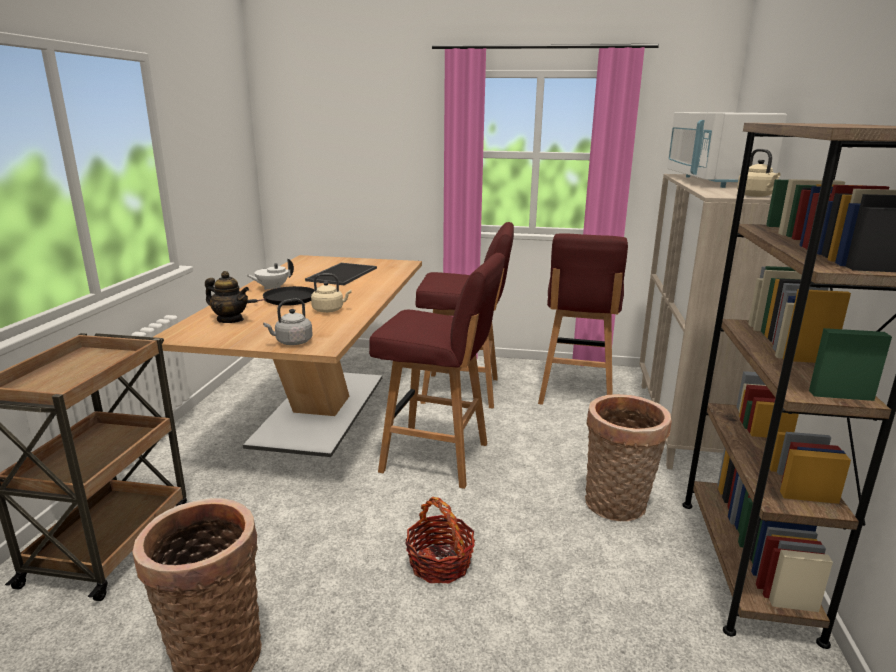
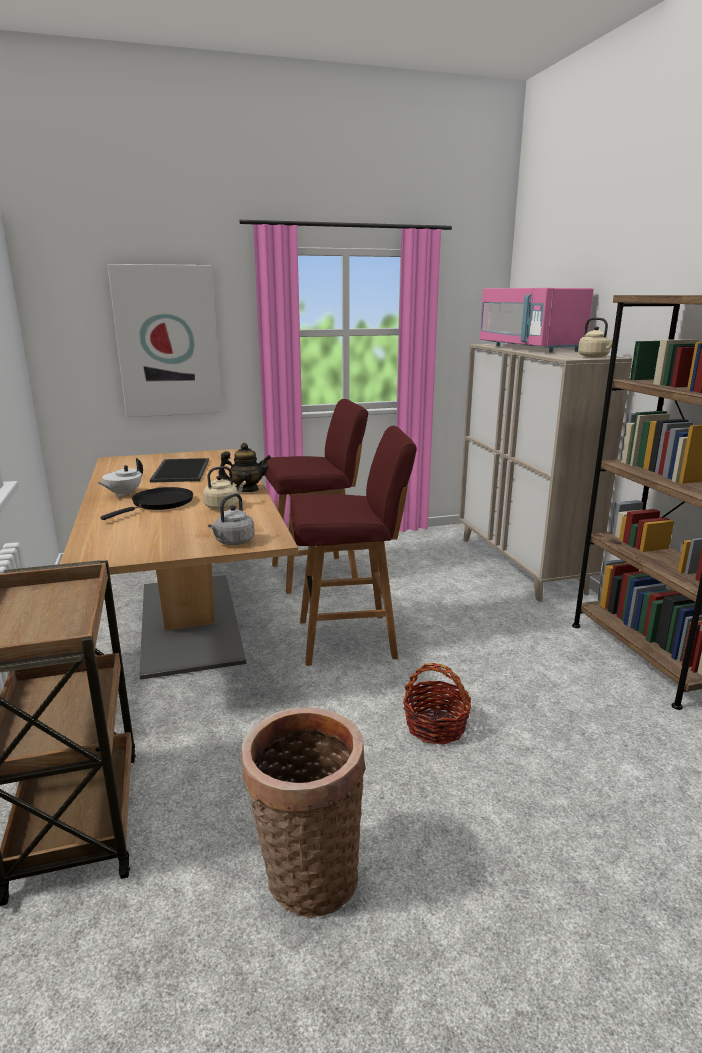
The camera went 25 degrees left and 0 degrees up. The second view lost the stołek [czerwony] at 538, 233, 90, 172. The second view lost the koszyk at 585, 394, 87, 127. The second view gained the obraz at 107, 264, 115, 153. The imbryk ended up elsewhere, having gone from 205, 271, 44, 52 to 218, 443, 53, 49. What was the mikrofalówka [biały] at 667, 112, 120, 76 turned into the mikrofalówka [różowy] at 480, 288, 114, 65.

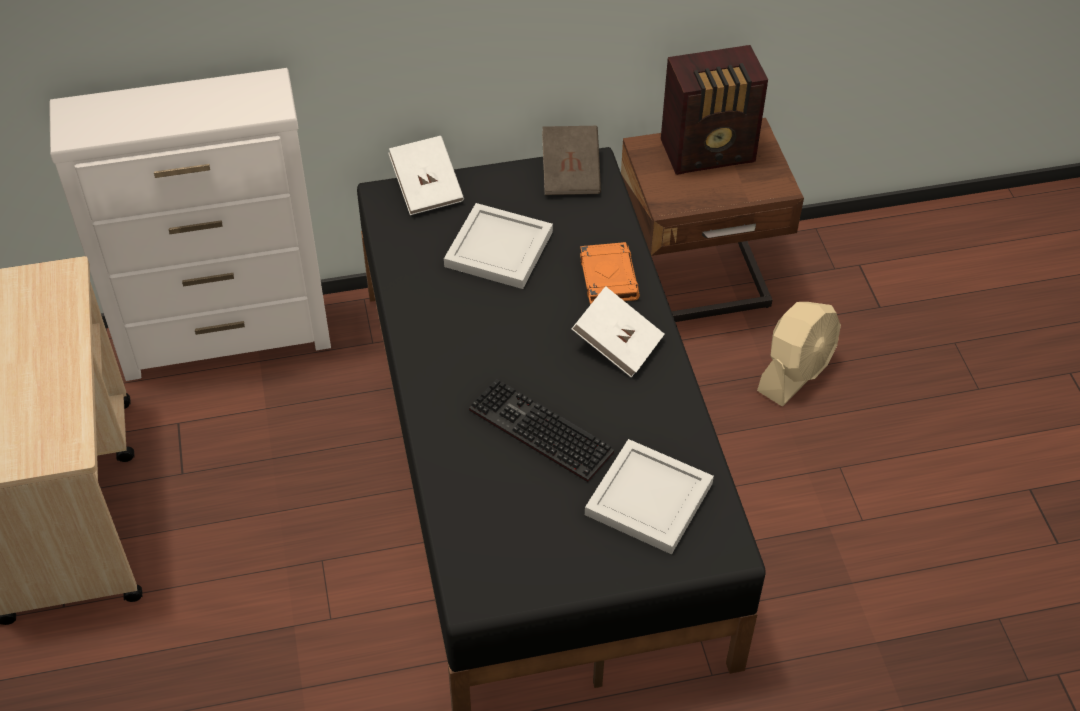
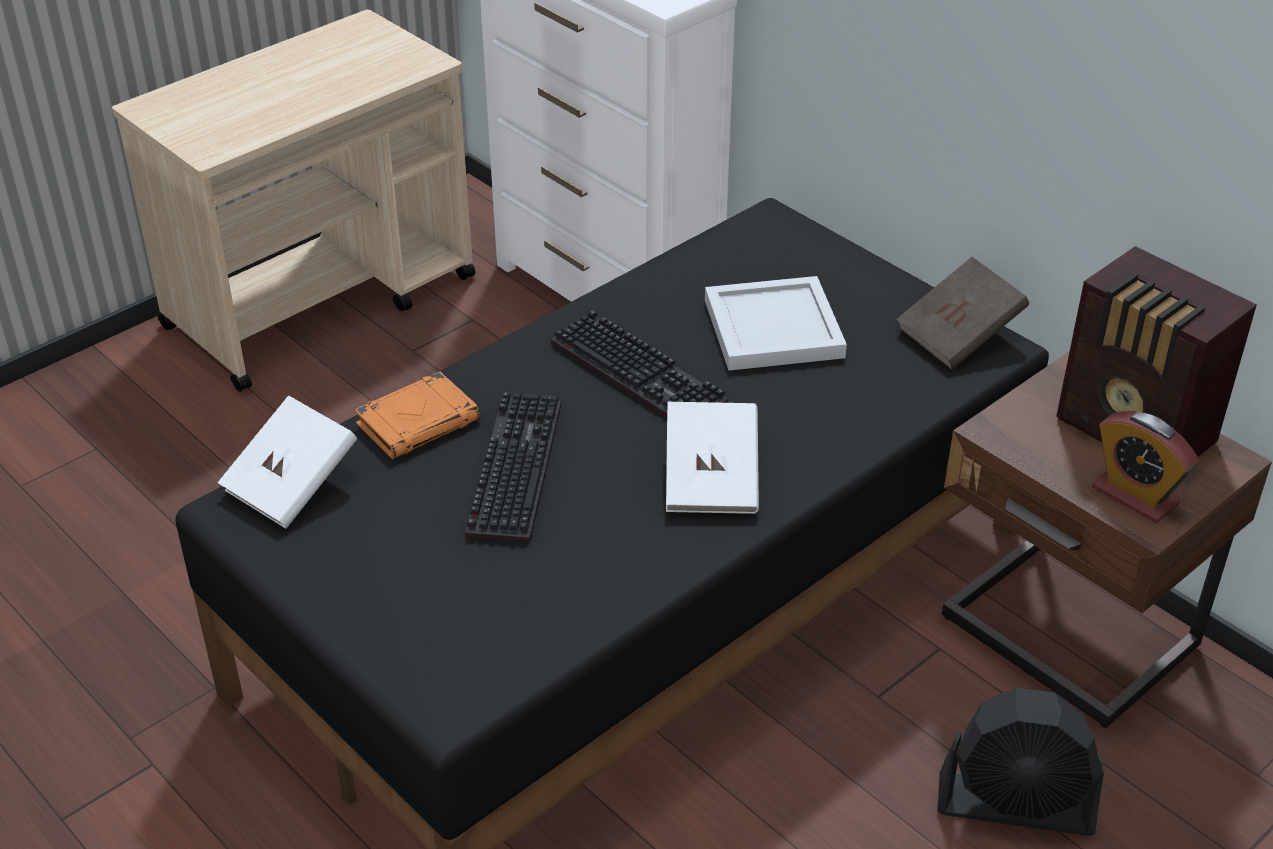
The camera went 60 degrees right and 10 degrees down. The second view lost the taca [biały] at 585, 439, 129, 115. The second view gained the klawiatura at 551, 310, 177, 108. The second view gained the budzik at 1092, 411, 107, 112. The książka [biały] ended up elsewhere, having gone from 388, 136, 76, 79 to 218, 395, 139, 134. The książka [pomarańczowy] ended up elsewhere, having gone from 580, 242, 60, 62 to 354, 372, 126, 87. What was the wentylator [beżowy] at 757, 302, 84, 104 turned into the wentylator [czarny] at 937, 687, 167, 149.

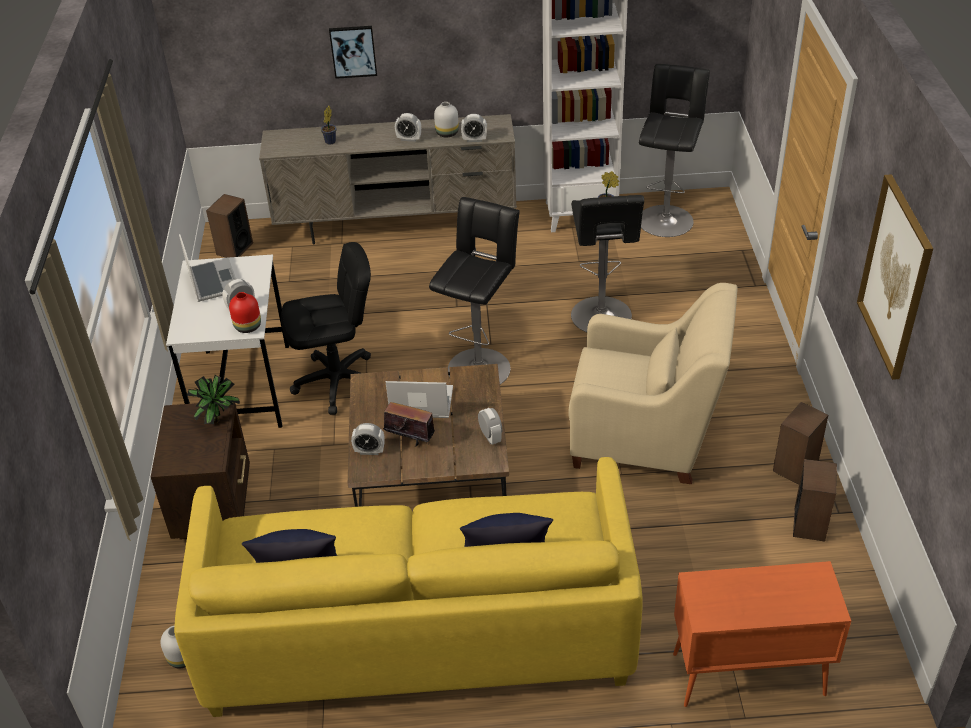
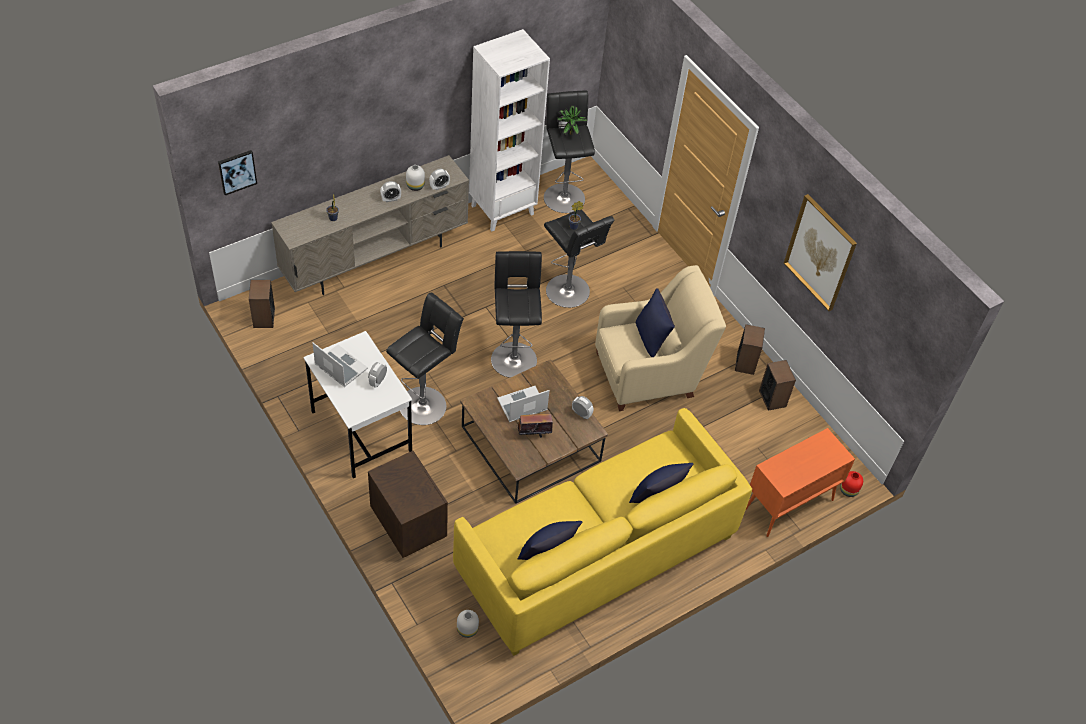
The camera went 35 degrees left and 10 degrees up. The second view lost the budzik at 351, 423, 34, 32. The second view gained the poduszka [niebieski] at 636, 288, 39, 69. The roślina doniczkowa ended up elsewhere, having gone from 187, 375, 53, 49 to 557, 105, 30, 30. The wazon [czerwony] ended up elsewhere, having gone from 229, 292, 32, 41 to 840, 471, 23, 26. The obraz ended up elsewhere, having gone from 329, 26, 48, 53 to 218, 150, 39, 45. Where the krzesło biurowe [czarny] stood at 281, 242, 90, 173, the stołek [czarny] came to stand at 386, 292, 78, 133.

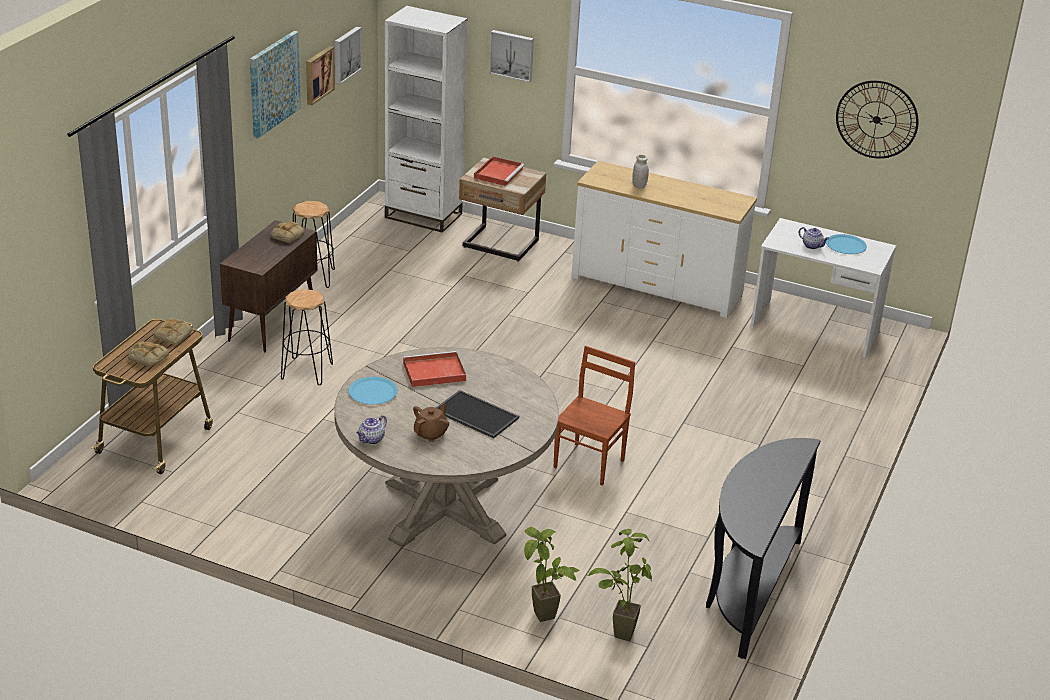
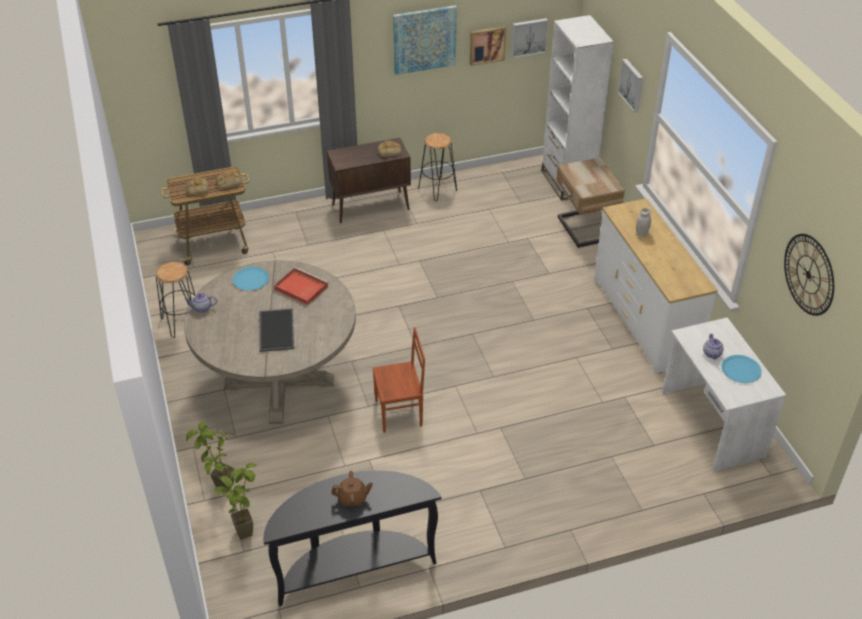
The camera went 50 degrees right and 10 degrees up. The second view lost the taca [czerwony] at 474, 156, 50, 30. The stołek [czarny] ended up elsewhere, having gone from 281, 289, 52, 96 to 156, 262, 39, 76. The imbryk [brązowy] ended up elsewhere, having gone from 413, 403, 36, 39 to 331, 471, 42, 36.

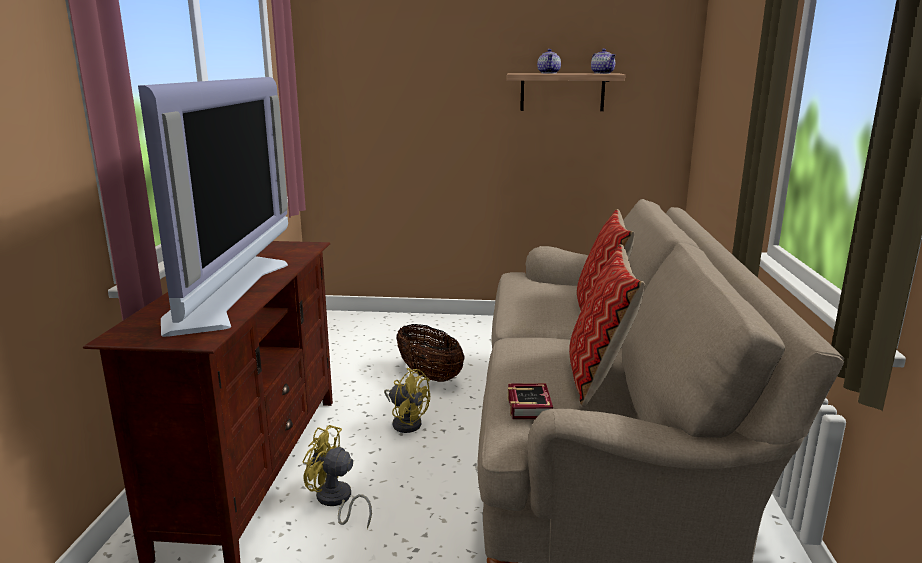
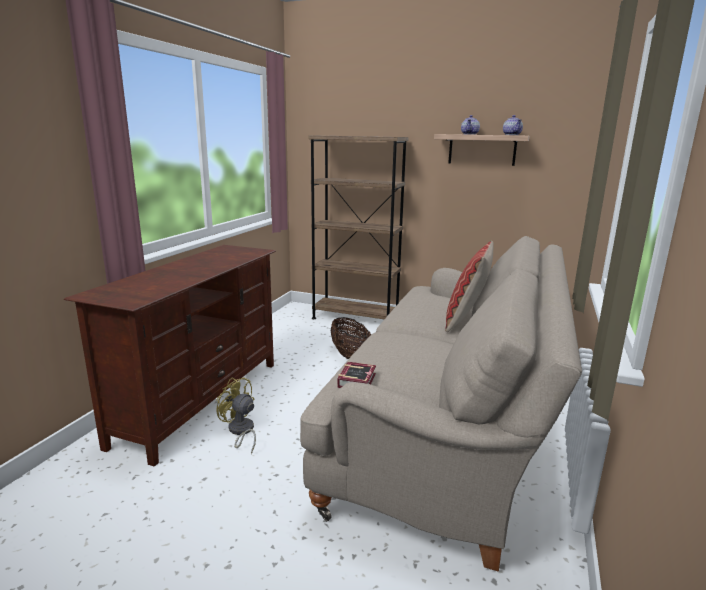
The camera went 15 degrees right and 0 degrees up. The second view lost the telewizor at 138, 77, 150, 260. The second view lost the wentylator [żółty] at 384, 368, 46, 65. The second view lost the poduszka at 569, 244, 76, 163. The second view gained the regał [brązowy] at 308, 136, 101, 183.

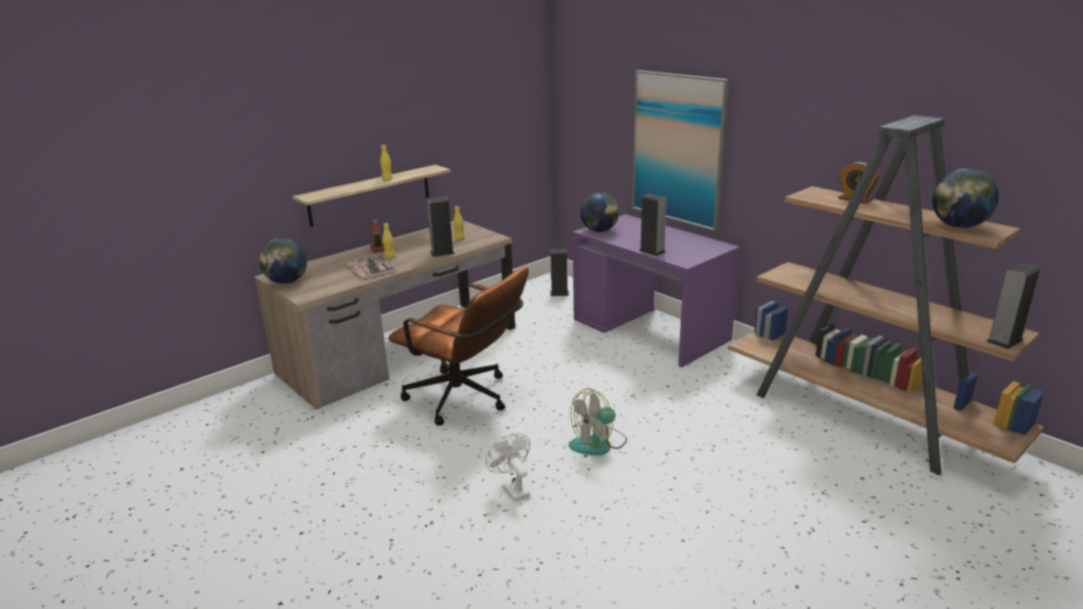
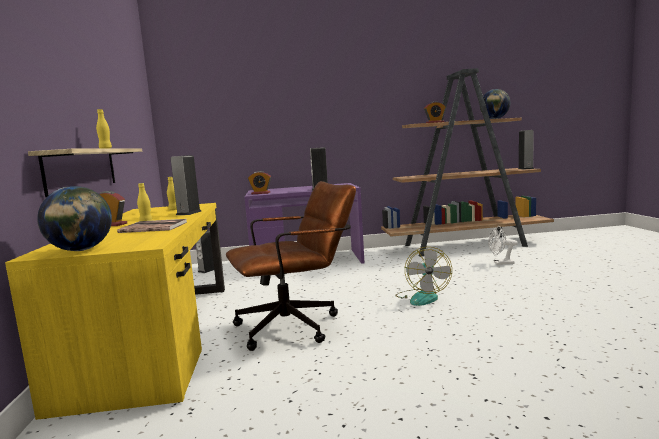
The camera went 55 degrees left and 15 degrees down. The second view lost the obraz at 632, 70, 97, 161. The wentylator [biały] ended up elsewhere, having gone from 486, 433, 44, 69 to 488, 226, 29, 39. Where the globus stood at 580, 192, 39, 40, the budzik came to stand at 248, 171, 23, 23. What was the biurko [brązowy] at 254, 221, 261, 189 turned into the biurko [żółty] at 5, 203, 220, 217.

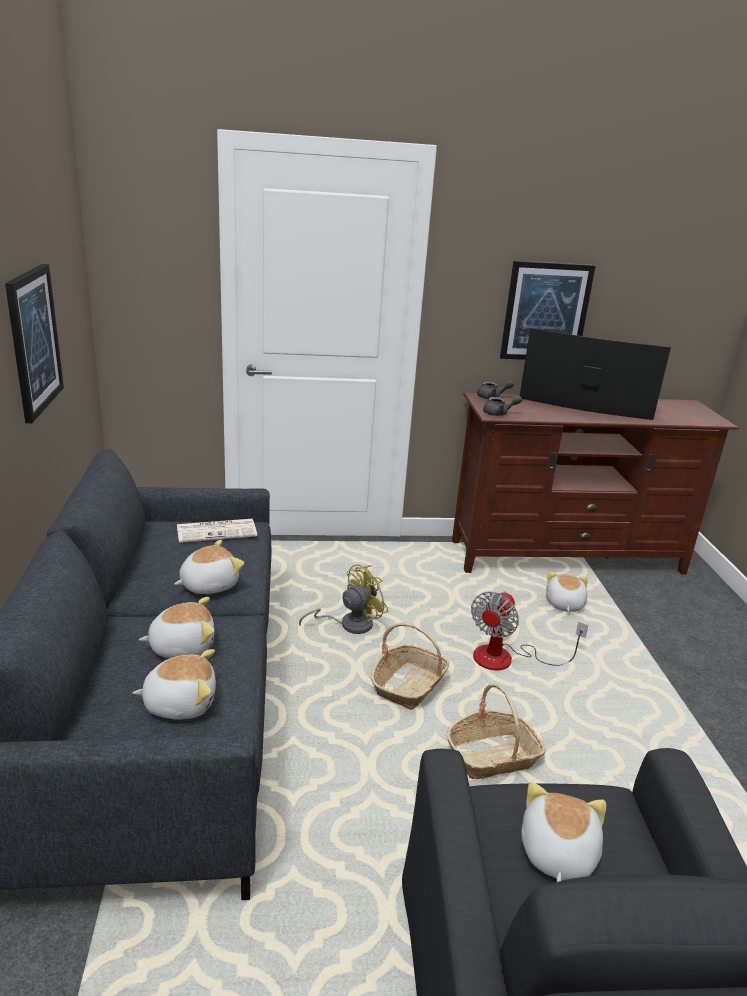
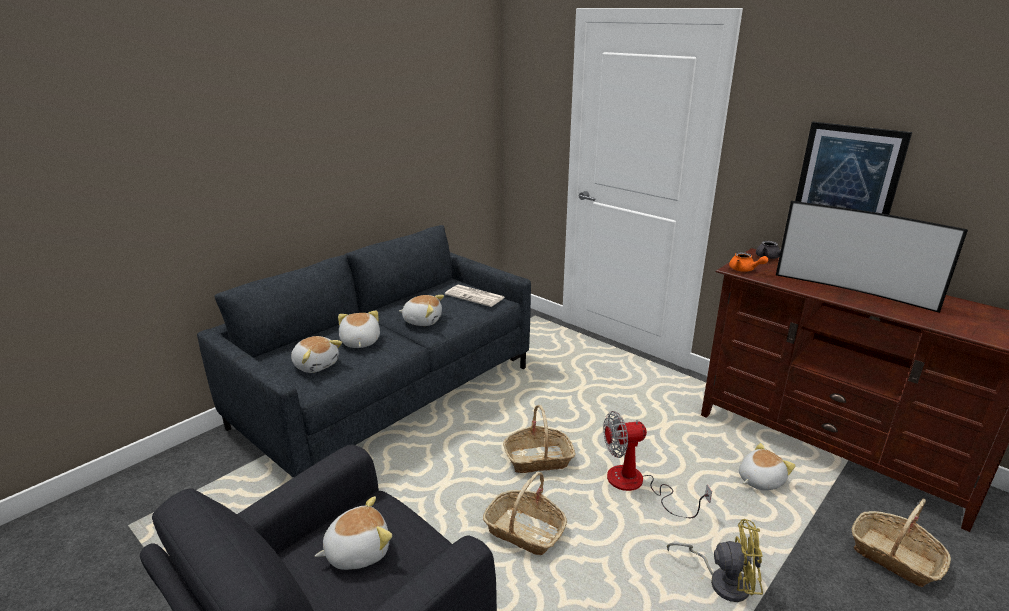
The camera went 50 degrees right and 0 degrees up. The second view lost the obraz at 5, 264, 59, 159. The second view gained the koszyk at 852, 498, 99, 89. The wentylator [żółty] ended up elsewhere, having gone from 299, 564, 89, 70 to 667, 519, 96, 83. What was the imbryk [szary] at 483, 396, 39, 20 turned into the imbryk [pomarańczowy] at 729, 252, 39, 20. The pluszak at 139, 597, 76, 61 ended up facing another way, 135 degrees counterclockwise from before. The telewizor at 520, 328, 151, 92 ended up facing another way, 150 degrees clockwise from before.

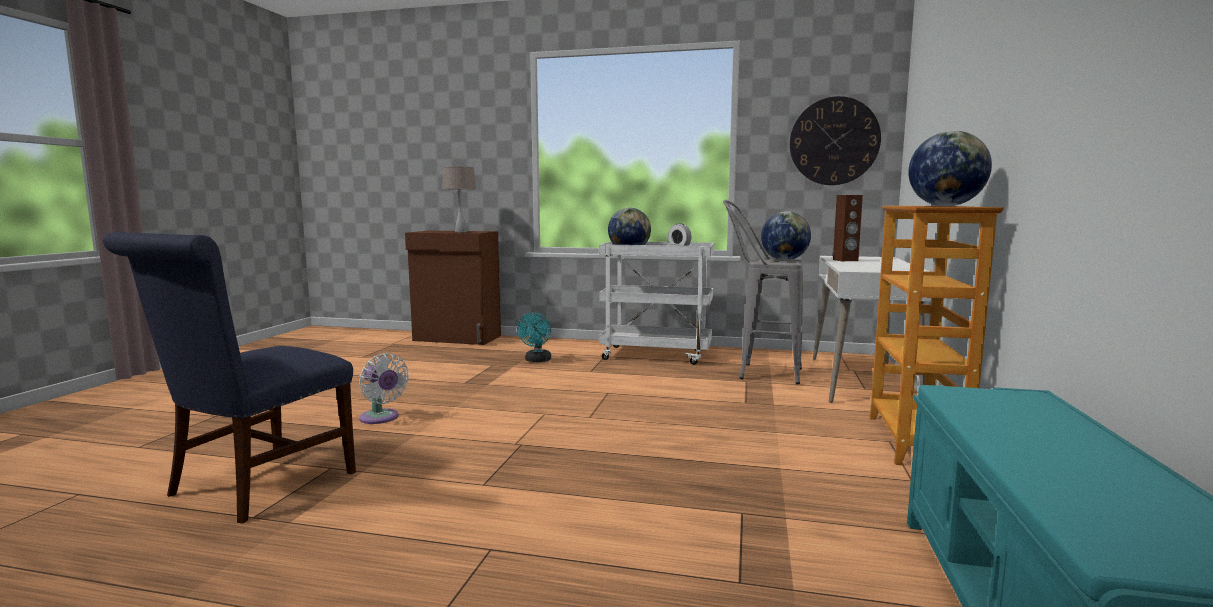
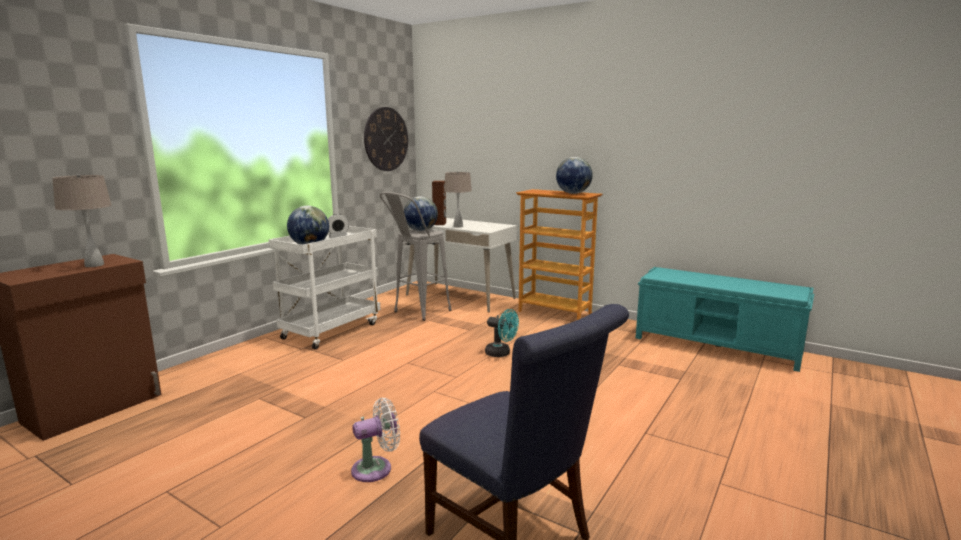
The camera went 70 degrees left and 5 degrees up. The second view gained the lampa stołowa [beżowy] at 444, 171, 28, 57. The wentylator [turkusowy] ended up elsewhere, having gone from 517, 312, 34, 50 to 485, 309, 34, 48.

